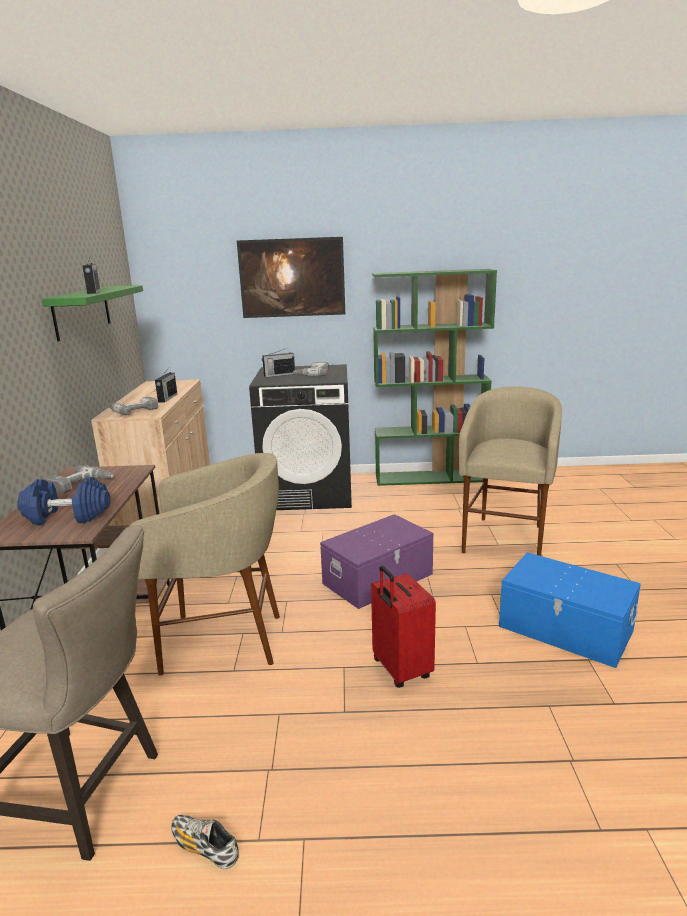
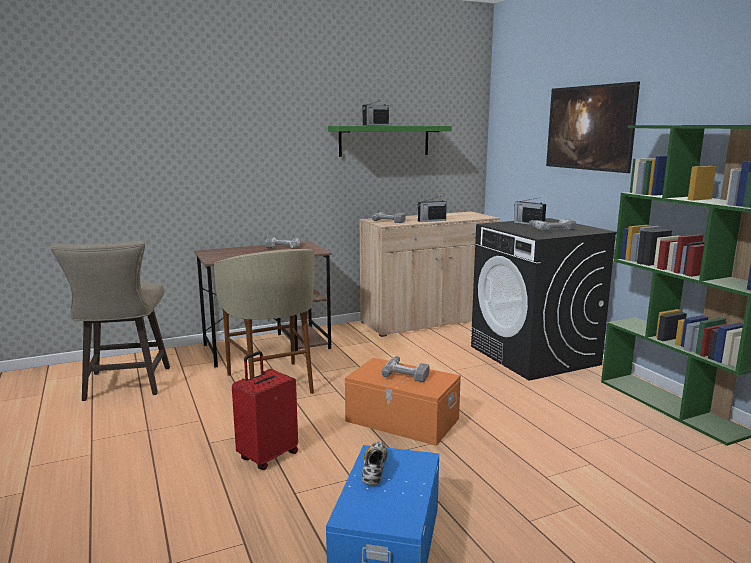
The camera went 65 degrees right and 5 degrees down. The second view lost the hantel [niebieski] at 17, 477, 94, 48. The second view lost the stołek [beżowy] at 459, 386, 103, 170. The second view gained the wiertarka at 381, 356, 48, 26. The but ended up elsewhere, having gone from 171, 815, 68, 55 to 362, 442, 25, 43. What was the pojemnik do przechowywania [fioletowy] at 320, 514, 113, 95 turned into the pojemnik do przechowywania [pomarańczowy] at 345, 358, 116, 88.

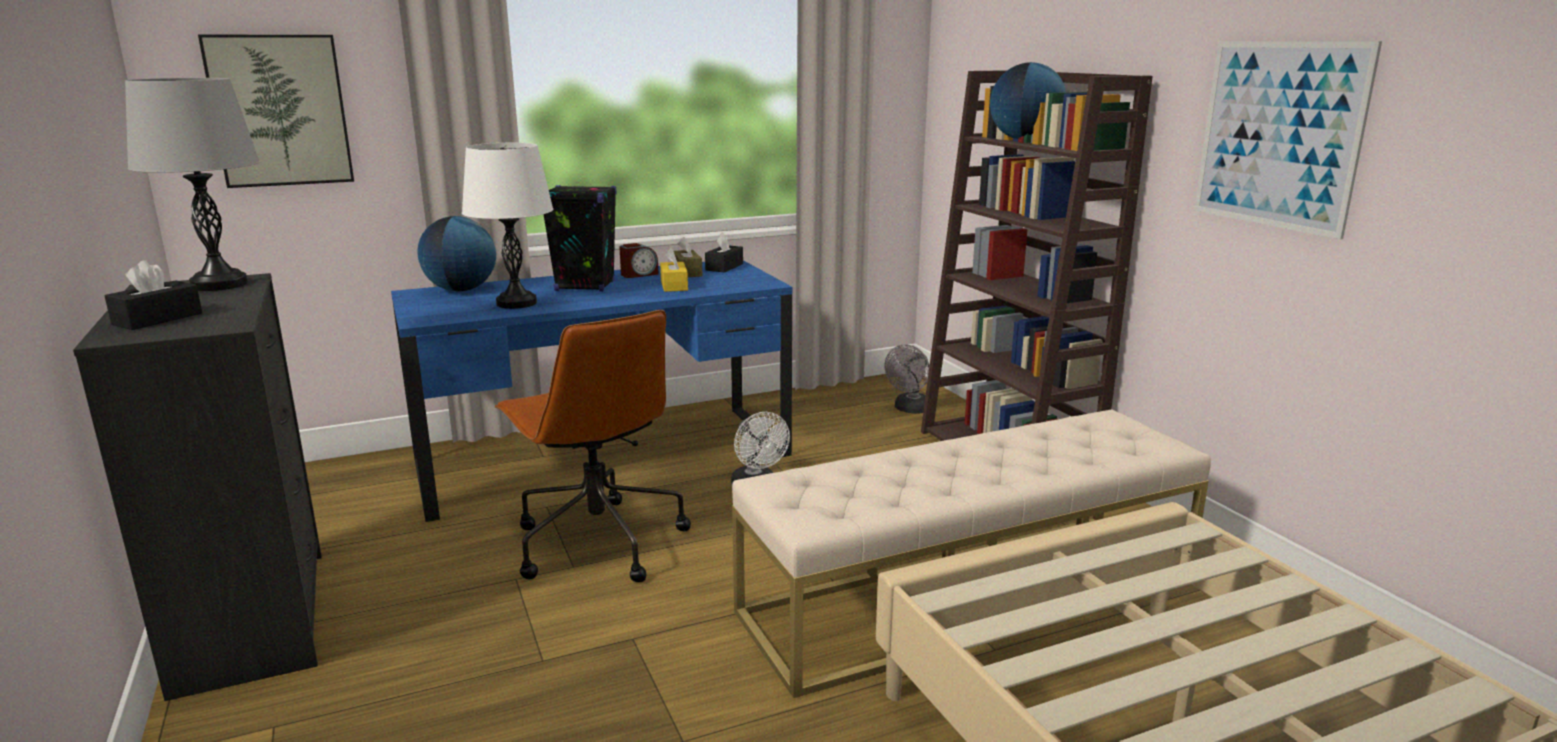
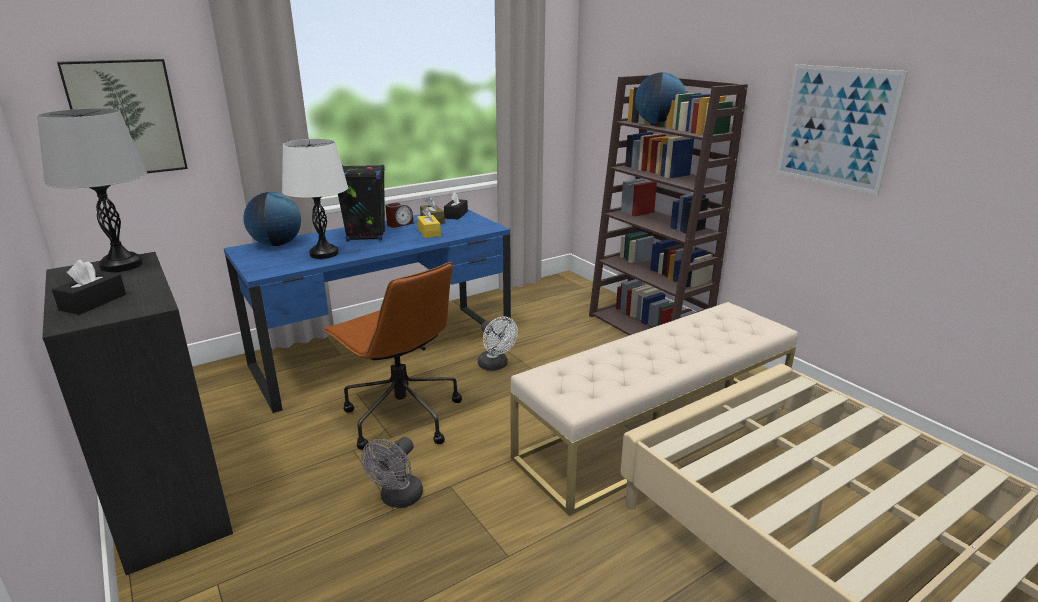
The camera went 10 degrees left and 5 degrees up. The wentylator [szary] ended up elsewhere, having gone from 884, 344, 46, 70 to 361, 437, 62, 71.

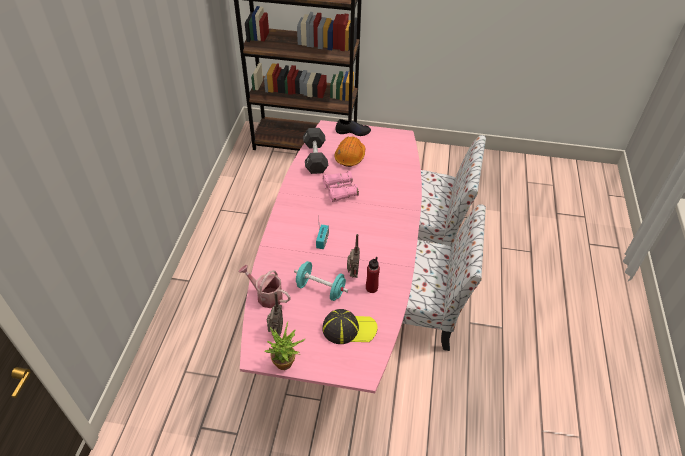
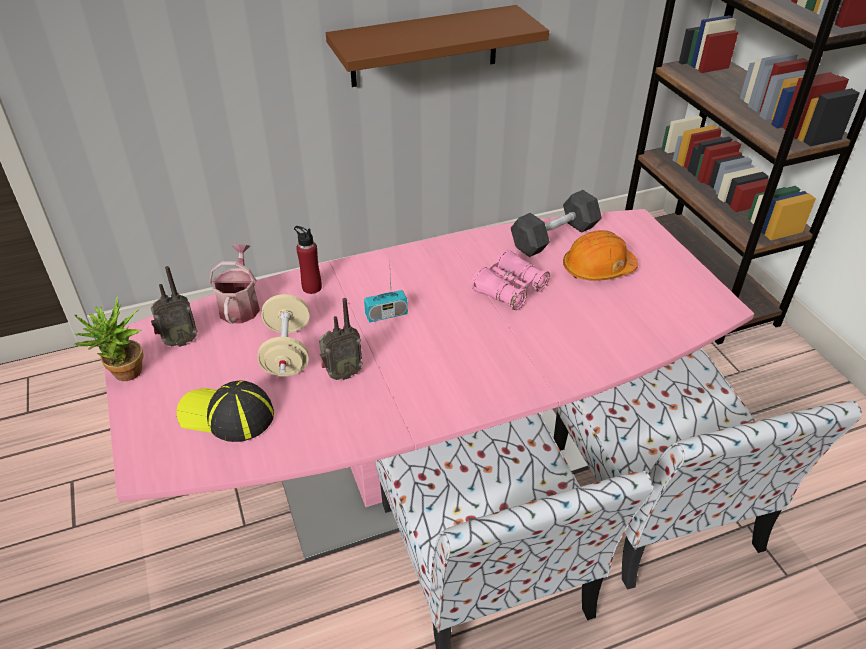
The camera went 60 degrees right and 5 degrees down. The second view lost the but [czarny] at 335, 119, 36, 17. The second view gained the półka [brązowy] at 326, 5, 223, 82. The butelka [czerwony] ended up elsewhere, having gone from 366, 257, 14, 36 to 294, 226, 28, 68. What was the hantel [turkusowy] at 294, 261, 54, 40 turned into the hantel [beżowy] at 257, 294, 52, 82. The czapka z daszkiem at 322, 309, 56, 35 ended up facing another way, 135 degrees clockwise from before.

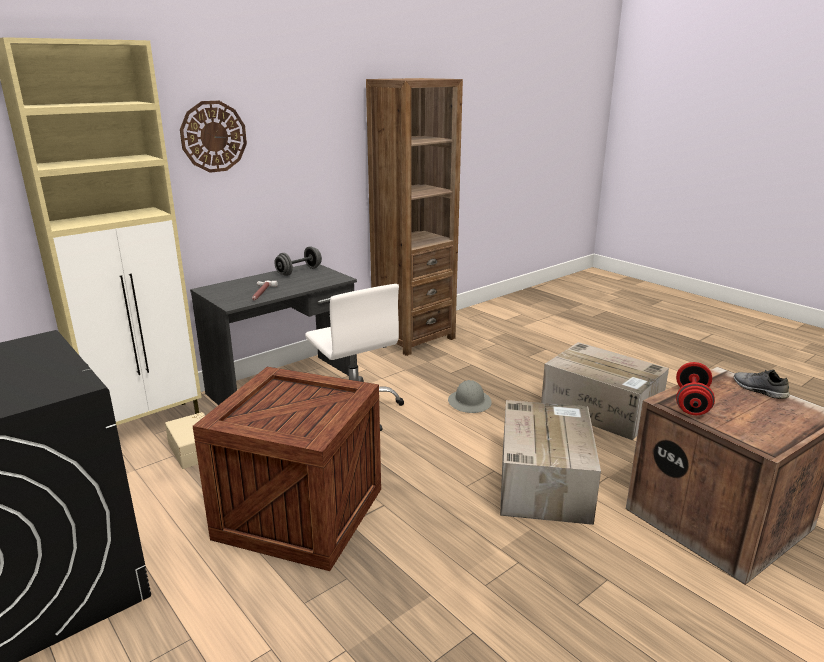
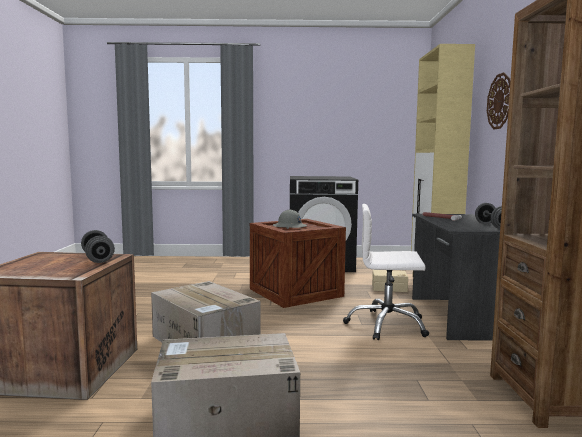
The camera went 130 degrees right and 15 degrees down. The second view lost the but [szary] at 734, 369, 56, 30. The kask [szary] ended up elsewhere, having gone from 448, 380, 44, 33 to 273, 210, 34, 19. What was the hantel [czerwony] at 676, 362, 39, 53 turned into the hantel [szary] at 81, 230, 34, 33.

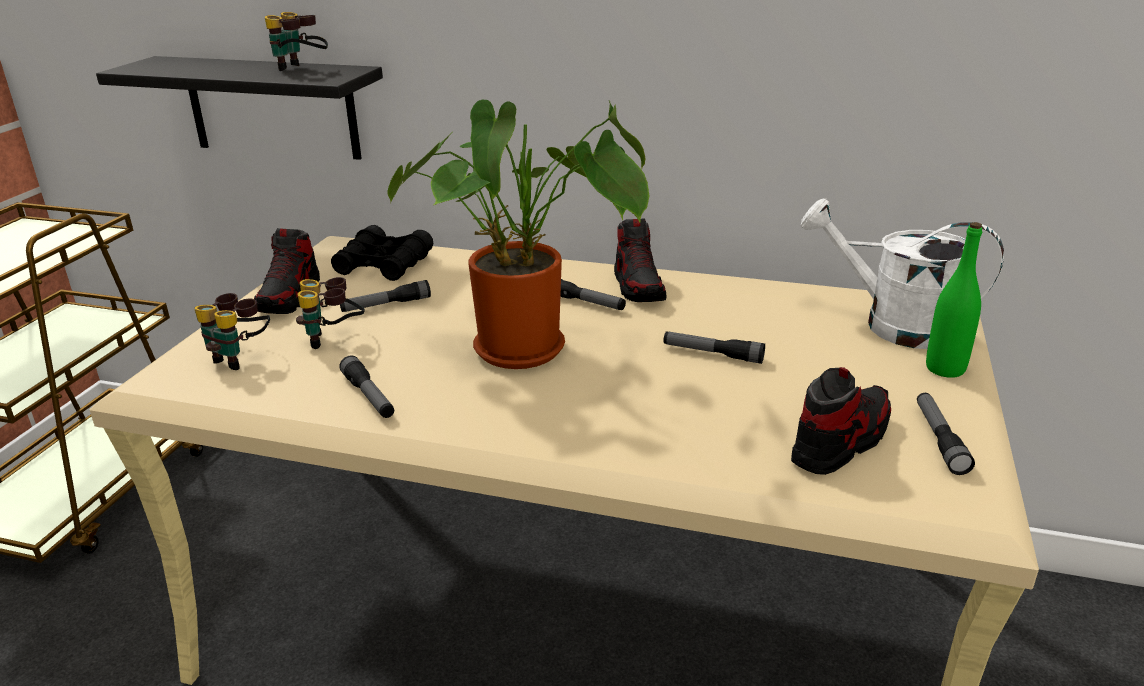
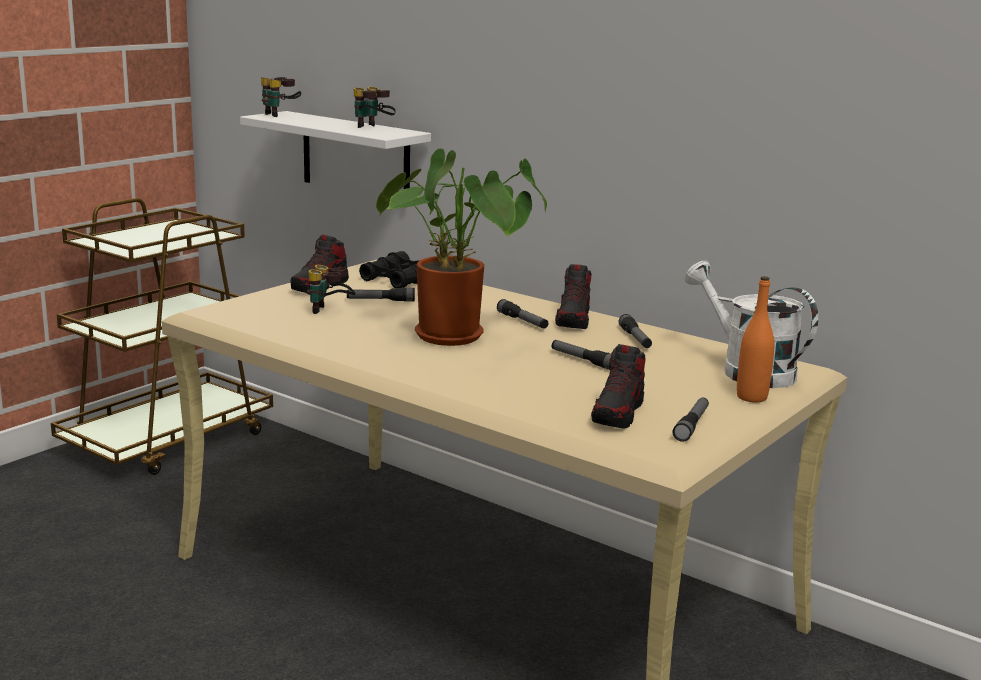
The camera went 20 degrees right and 10 degrees down. The lornetka ended up elsewhere, having gone from 194, 293, 76, 77 to 261, 77, 40, 40. The latarka ended up elsewhere, having gone from 339, 355, 55, 63 to 619, 314, 33, 34. What was the półka [czarny] at 96, 56, 287, 104 turned into the półka [biały] at 240, 111, 191, 78. What was the butelka [zielony] at 926, 222, 56, 156 turned into the butelka [pomarańczowy] at 737, 276, 37, 127. The but at 791, 367, 100, 108 ended up facing another way, 135 degrees clockwise from before.

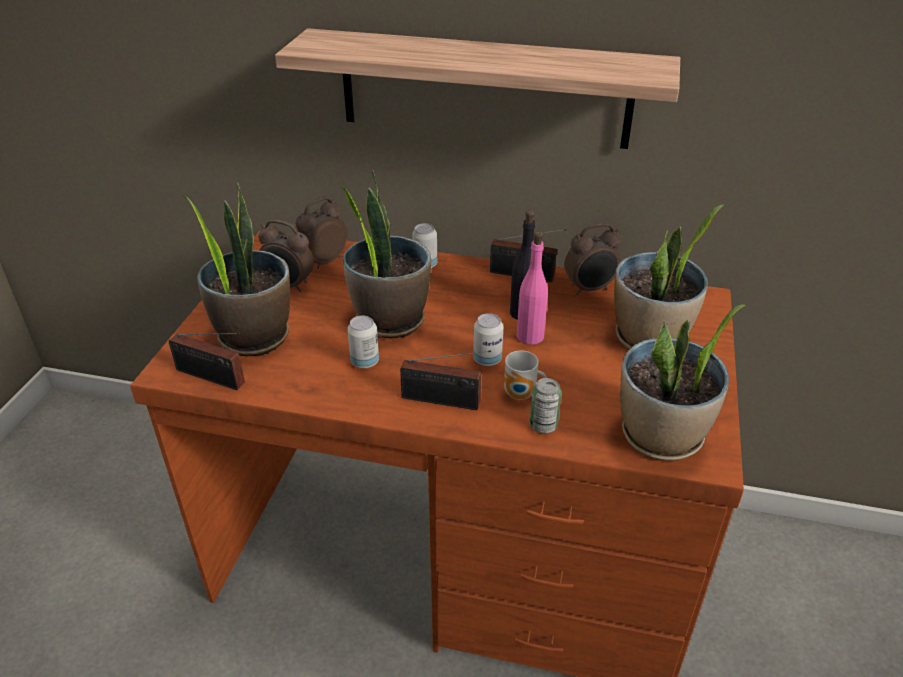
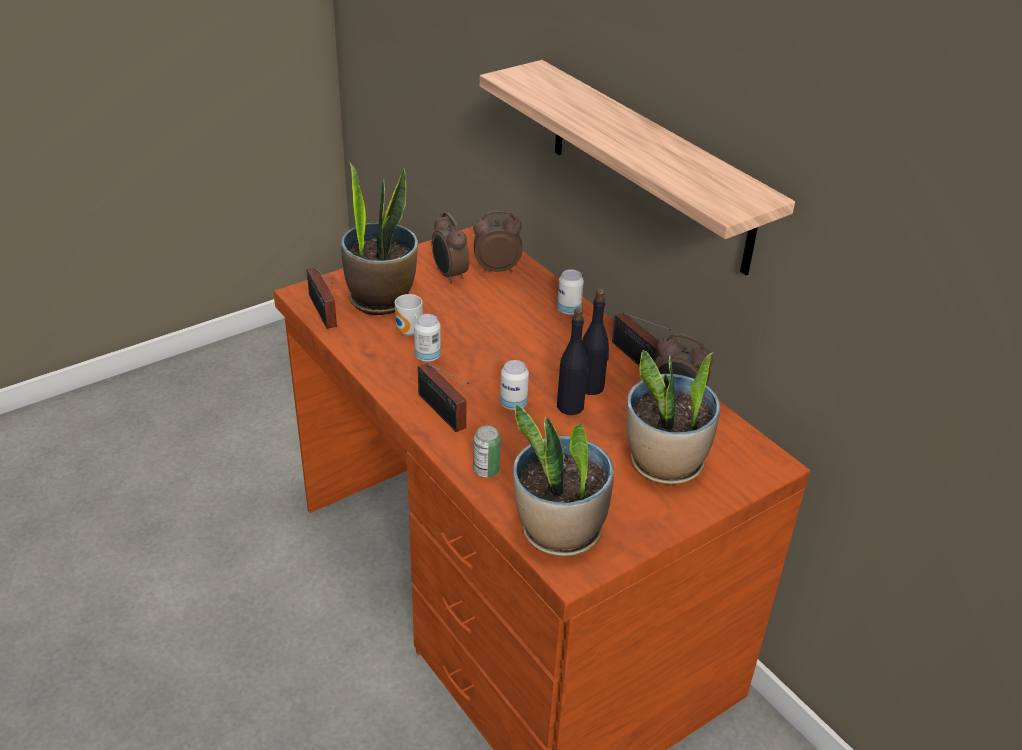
The camera went 40 degrees right and 0 degrees up. The second view lost the roślina doniczkowa at 339, 169, 93, 169. The kubek ended up elsewhere, having gone from 504, 351, 43, 49 to 395, 294, 28, 42. What was the butelka [różowy] at 517, 232, 31, 113 turned into the butelka [czarny] at 557, 307, 31, 108.

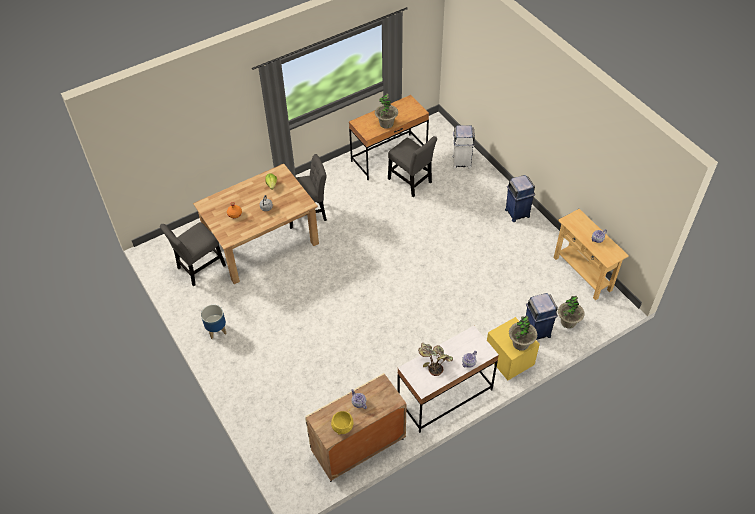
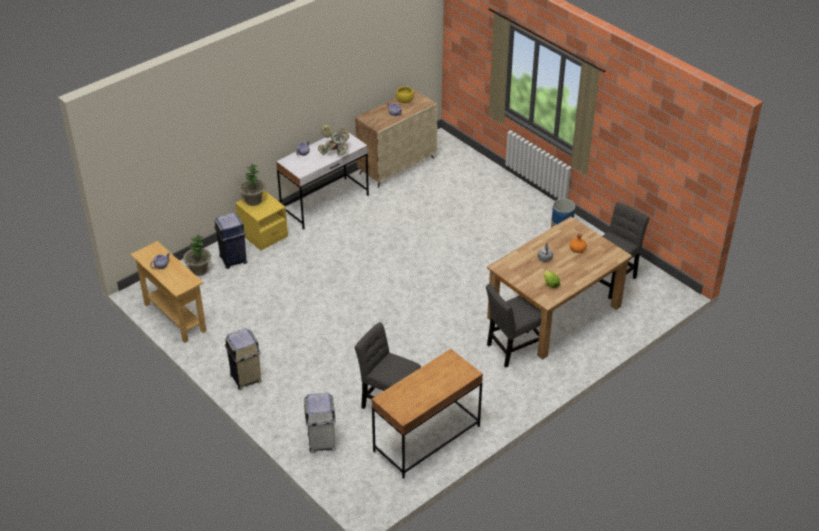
The camera went 170 degrees right and 10 degrees down. The second view lost the roślina doniczkowa at 375, 94, 23, 35. What was the kosz na śmieci [niebieski] at 505, 175, 30, 47 turned into the kosz na śmieci [beżowy] at 225, 328, 37, 62.

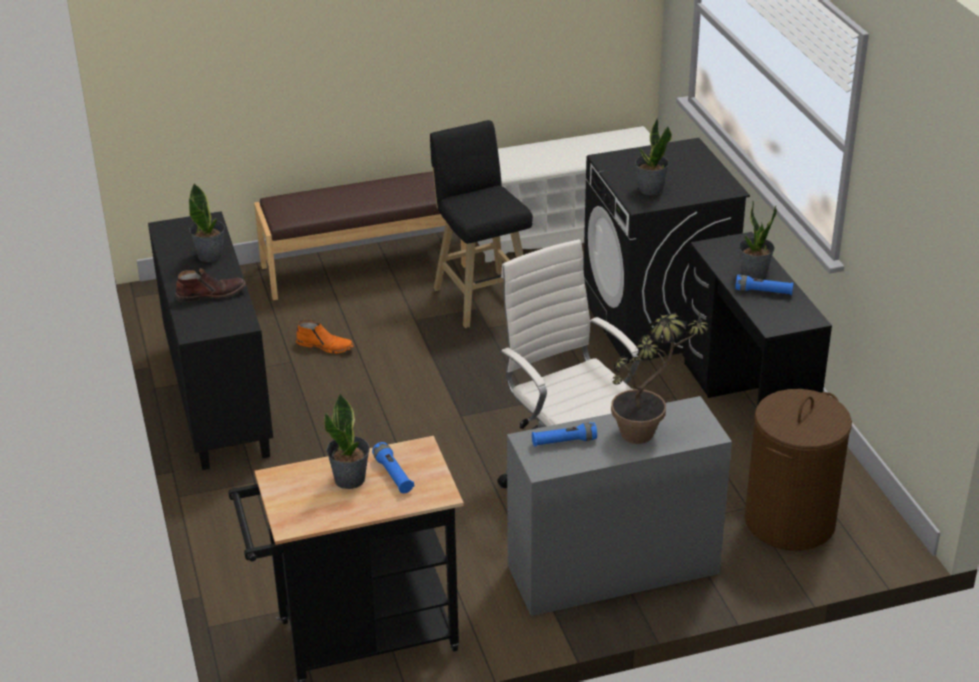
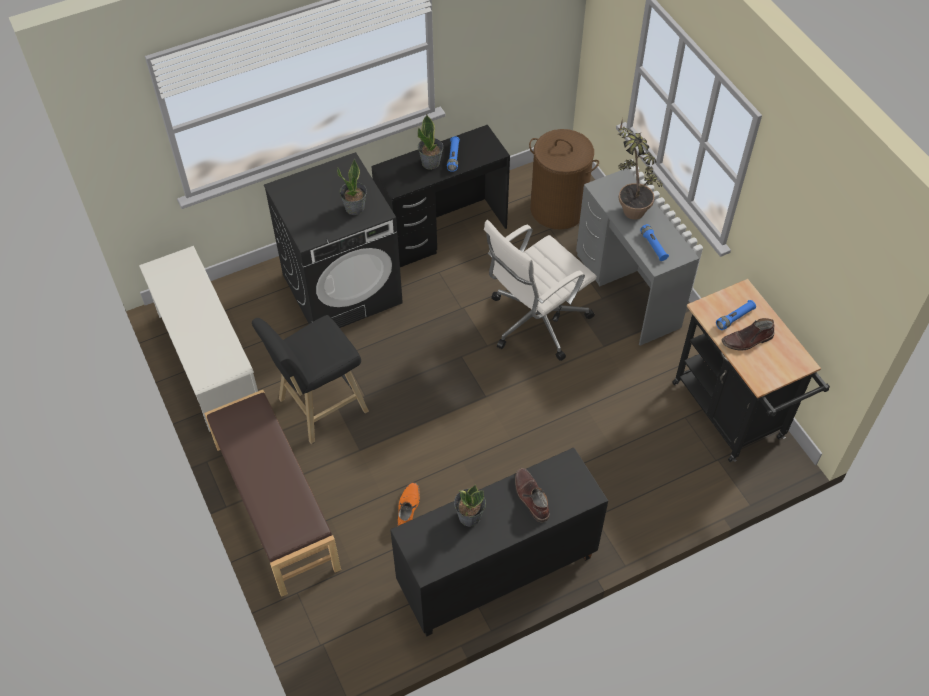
The camera went 100 degrees left and 20 degrees up. Where the roślina doniczkowa stood at 324, 393, 46, 96, the but z cholewką [brązowy] came to stand at 722, 318, 53, 33.

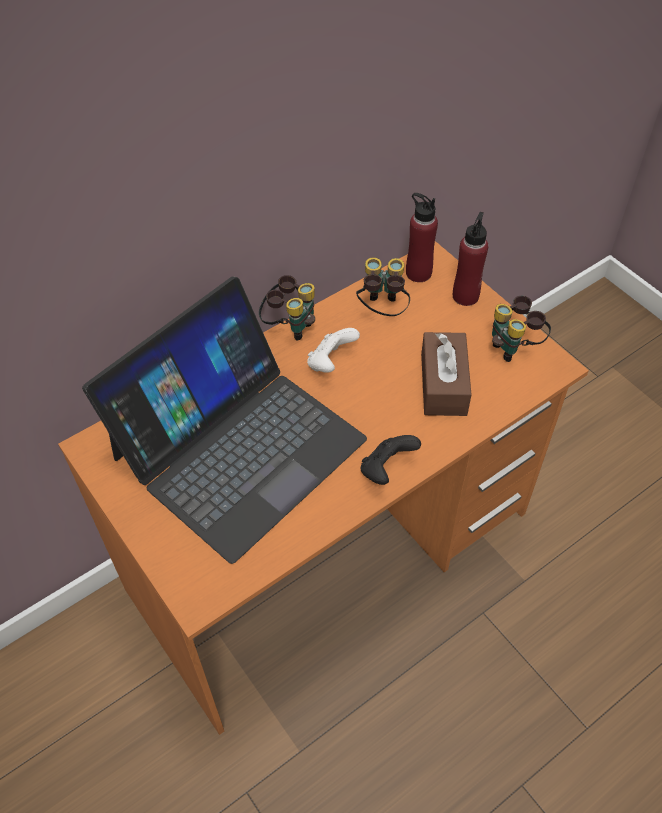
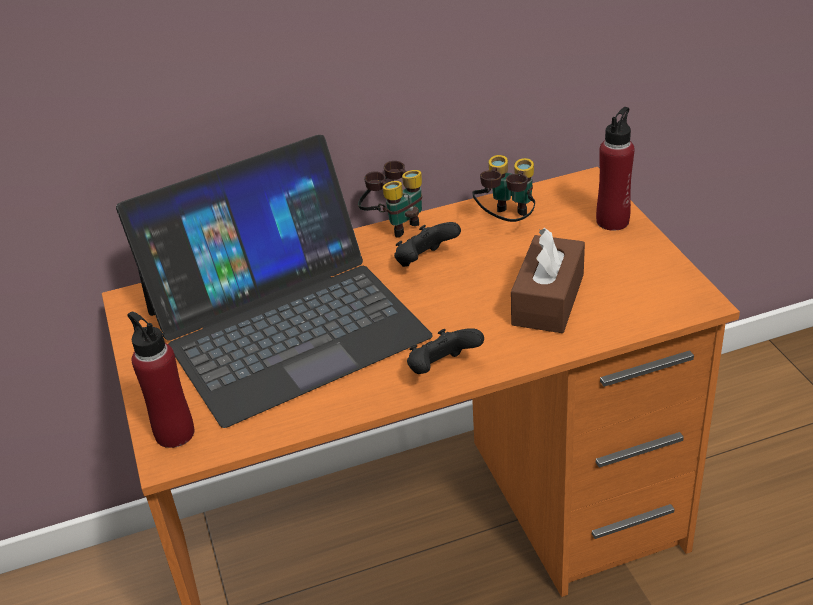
The camera went 20 degrees right and 15 degrees down. The second view lost the lornetka at 492, 296, 59, 66. The butelka [czerwony] ended up elsewhere, having gone from 406, 193, 32, 89 to 127, 311, 67, 137. What was the pad do gier [biały] at 307, 328, 53, 45 turned into the pad do gier [czarny] at 394, 222, 67, 45.

